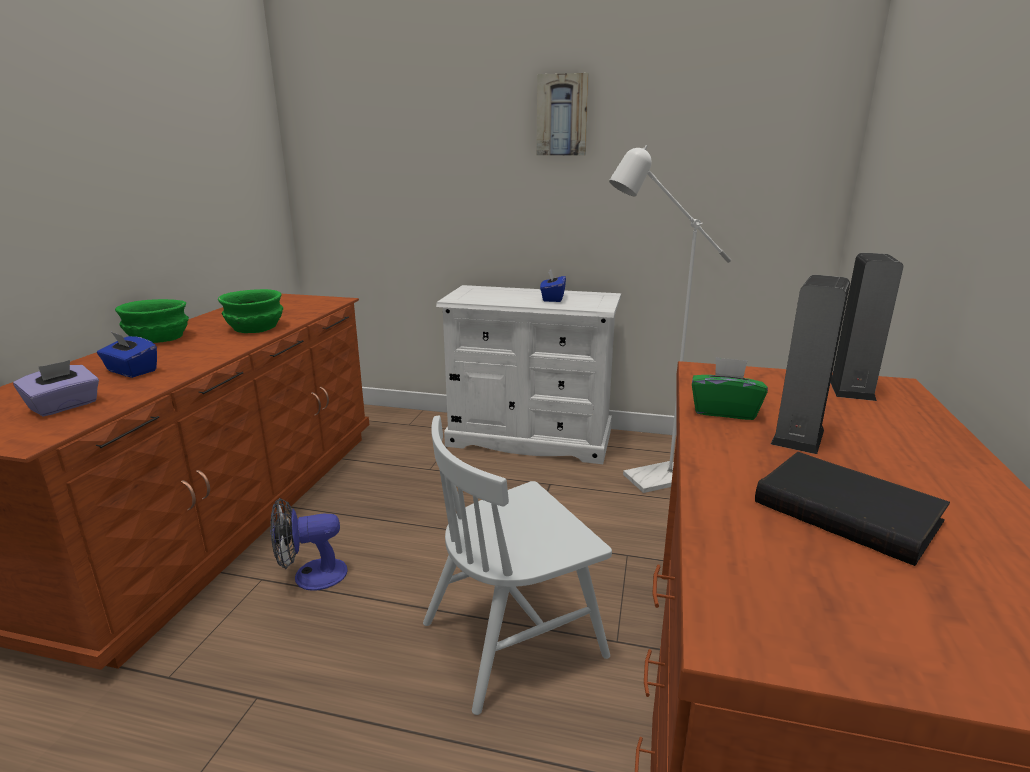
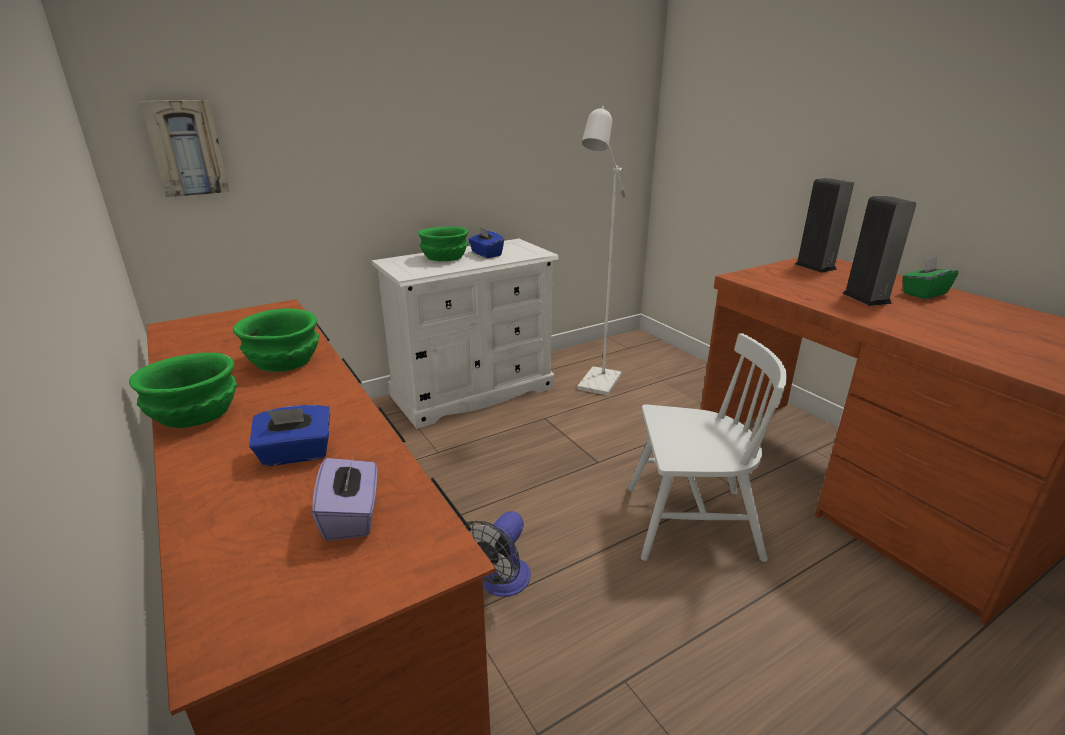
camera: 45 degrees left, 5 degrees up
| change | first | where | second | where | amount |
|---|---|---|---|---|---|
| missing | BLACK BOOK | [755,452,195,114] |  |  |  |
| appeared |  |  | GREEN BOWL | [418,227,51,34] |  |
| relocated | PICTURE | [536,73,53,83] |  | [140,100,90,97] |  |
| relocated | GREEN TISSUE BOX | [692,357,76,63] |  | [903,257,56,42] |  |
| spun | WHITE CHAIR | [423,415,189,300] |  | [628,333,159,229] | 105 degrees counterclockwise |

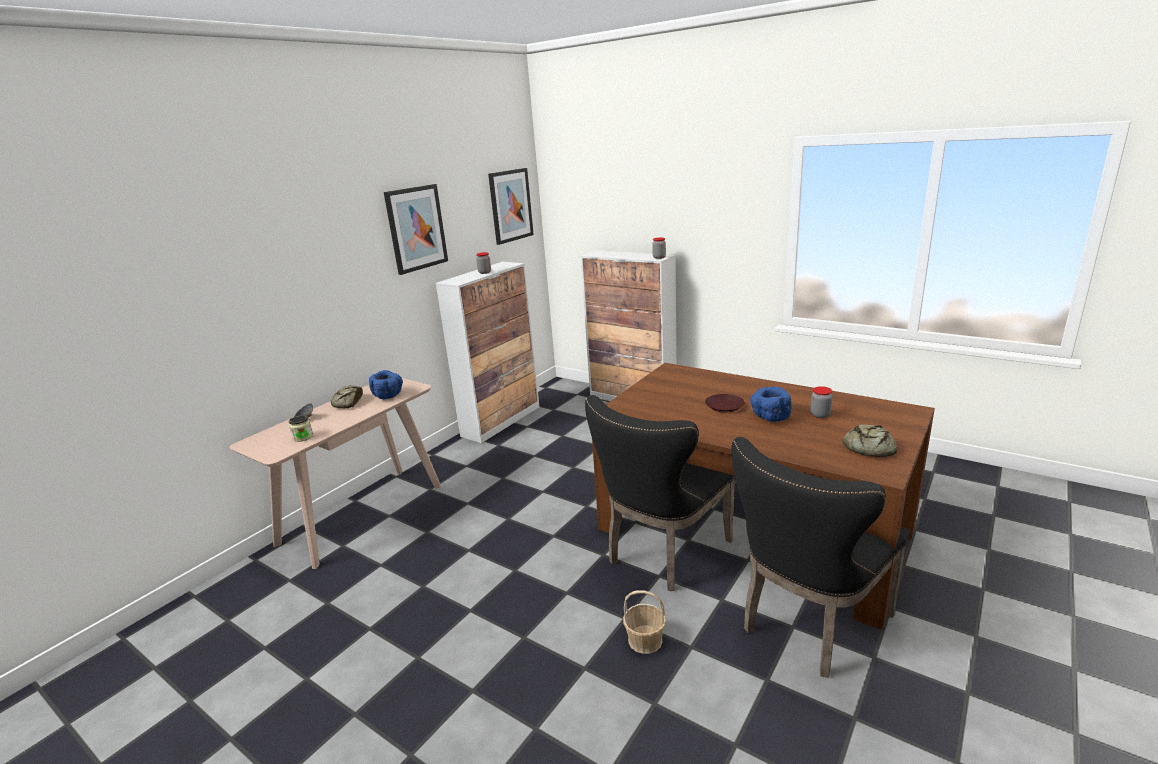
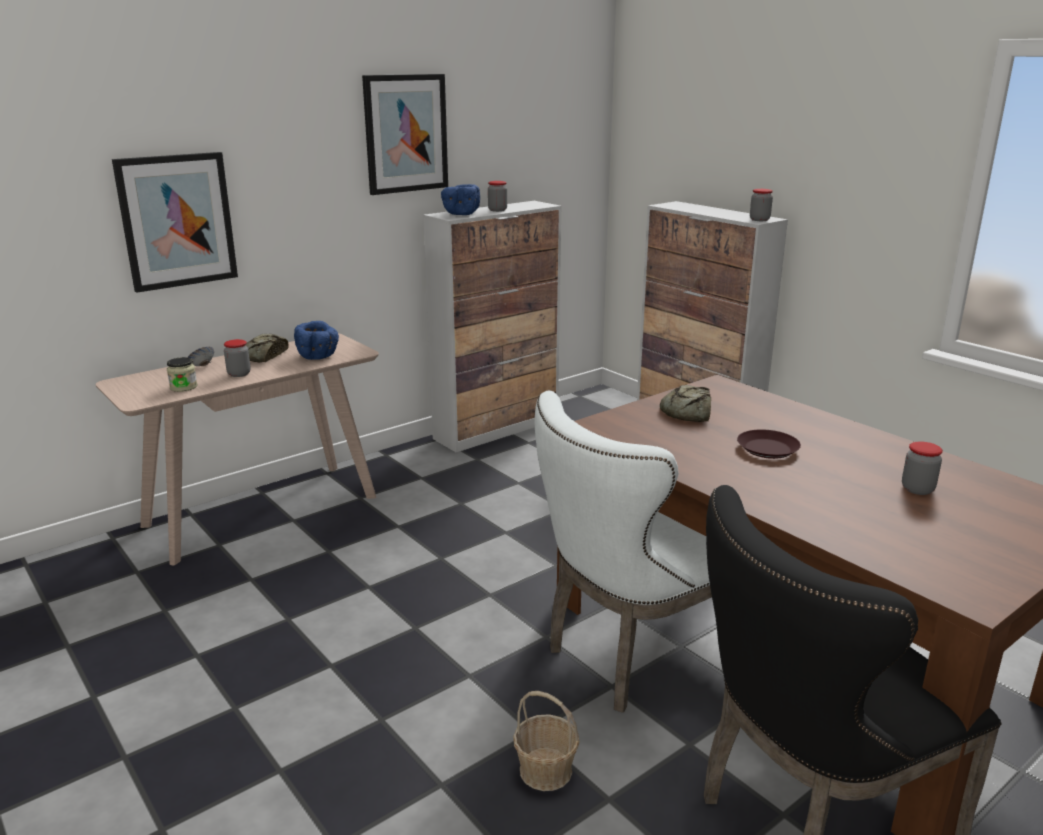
camera: 15 degrees right, 0 degrees up
| change | first | where | second | where | amount |
|---|---|---|---|---|---|
| appeared |  |  | JAR | [224,339,27,38] |  |
| relocated | PICTURE | [488,168,46,77] |  | [112,152,126,141] |  |
| relocated | BLUE BOWL | [750,387,42,35] |  | [441,184,39,31] |  |
| relocated | BREAD | [843,424,54,33] |  | [660,385,51,37] |  |
| colour | BLACK CHAIR | [585,395,150,196] | WHITE CHAIR | [535,390,177,323] |  |

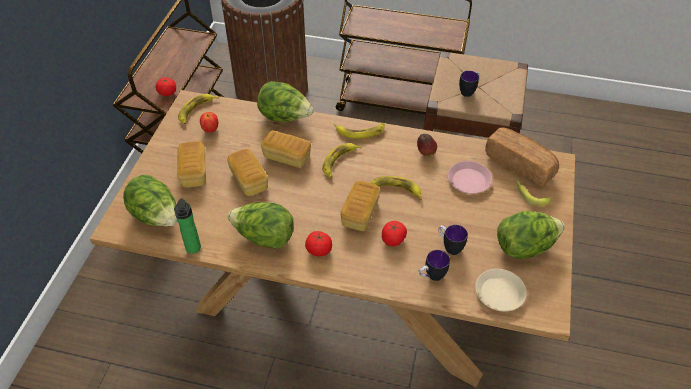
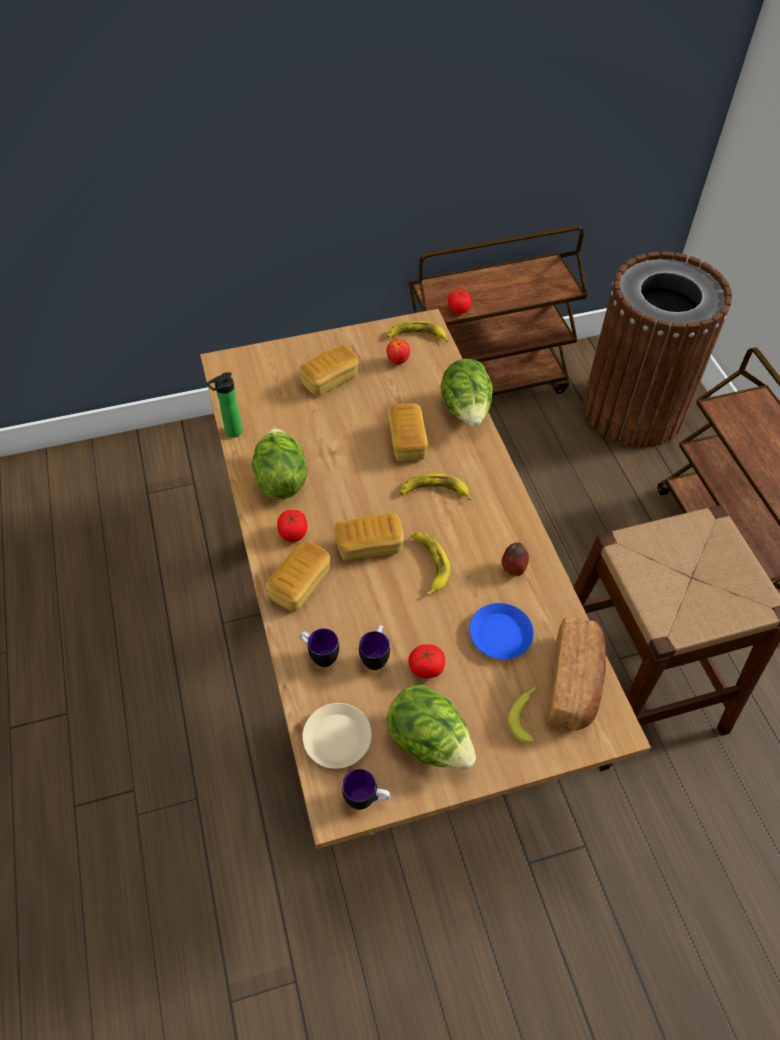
camera: 60 degrees right, 5 degrees up
| change | first | where | second | where | amount |
|---|---|---|---|---|---|
| missing | LETTUCE | [123,175,54,51] |  |  |  |
| missing | BANANA | [334,123,51,16] |  |  |  |
| relocated | BREAD | [227,149,41,47] |  | [266,541,64,70] |  |
| relocated | TOMATO | [382,221,25,25] |  | [408,644,37,34] |  |
| relocated | MUG | [459,71,20,26] |  | [342,769,48,41] |  |
| colour | PINK PLATE | [448,161,44,33] | BLUE PLATE | [469,603,65,56] |  |

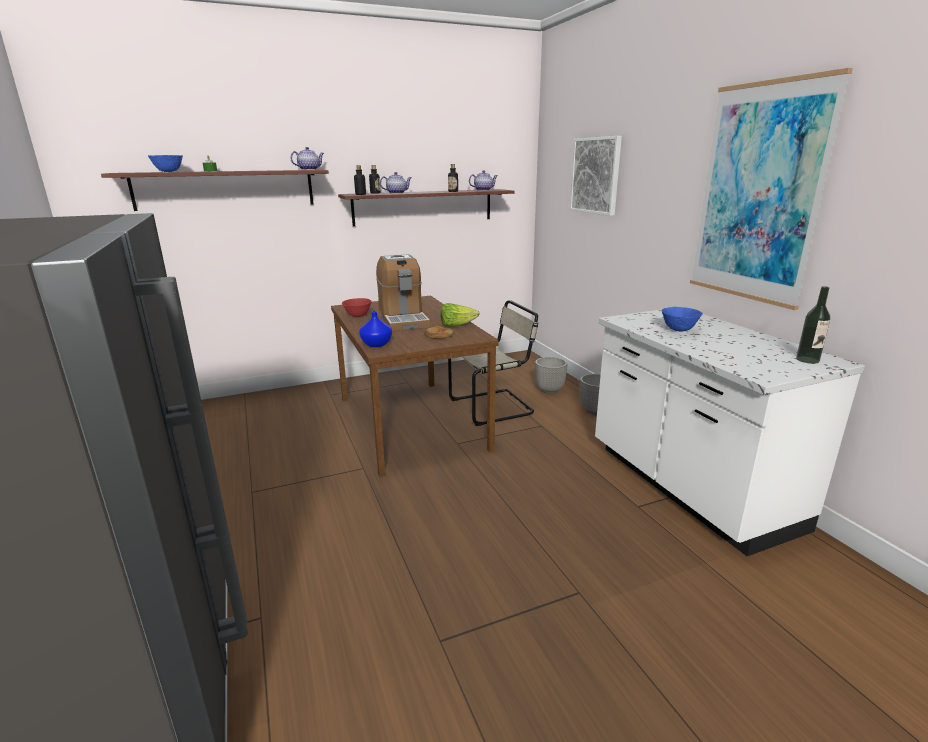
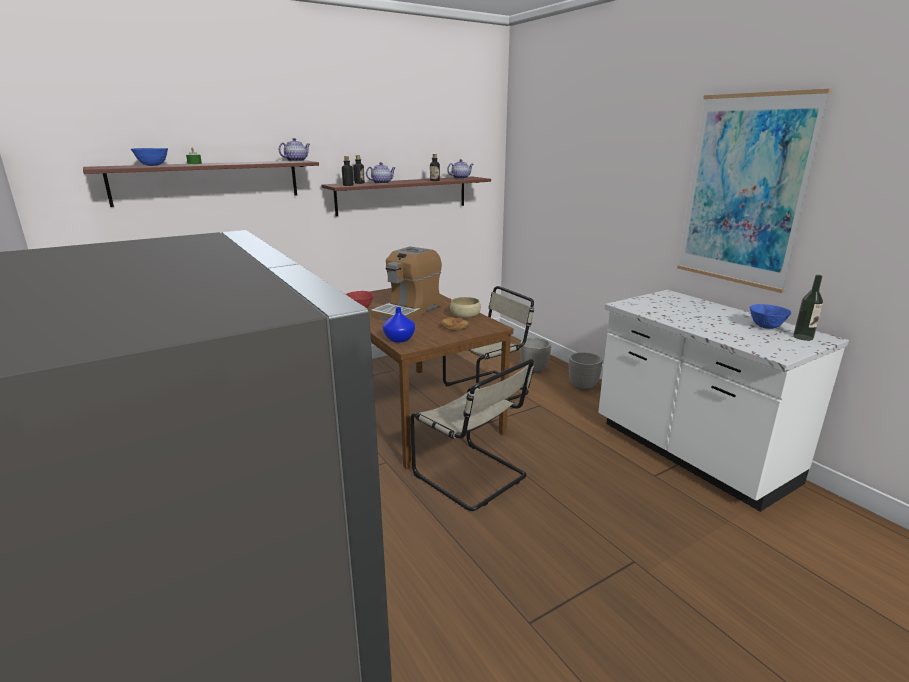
camera: 10 degrees left, 0 degrees up
| change | first | where | second | where | amount |
|---|---|---|---|---|---|
| missing | PICTURE | [570,136,52,80] |  |  |  |
| appeared |  |  | BEIGE CHAIR | [410,359,124,152] |  |
| relocated | BLUE BOWL | [661,307,42,24] |  | [749,304,43,25] |  |
| exchanged | LETTUCE | [441,303,39,24] | BEIGE BOWL | [450,297,31,21] |  |
| spun | COFFEE MACHINE | [376,254,54,77] |  | [371,246,71,74] | 60 degrees clockwise |

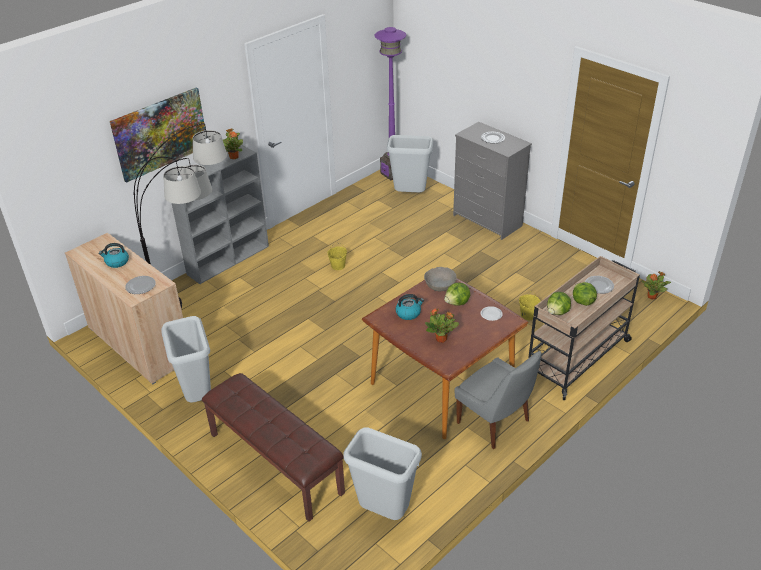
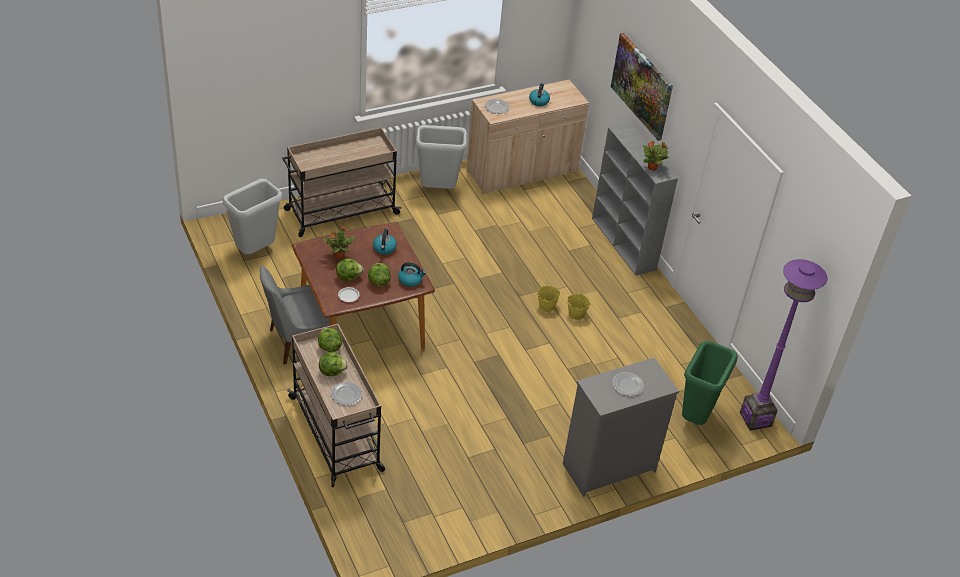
camera: 105 degrees right, 5 degrees up
| change | first | where | second | where | amount |
|---|---|---|---|---|---|
| missing | FLOOR LAMP | [133,123,94,185] |  |  |  |
| missing | POTTED PLANT | [641,271,30,29] |  |  |  |
| appeared |  |  | LETTUCE | [336,258,28,23] |  |
| relocated | YELLOW BUCKET | [519,291,22,29] |  | [537,283,24,29] |  |
| exchanged | BROWN BENCH | [202,373,143,149] | BEIGE CART | [282,127,119,110] |  |
| exchanged | GREY BOWL | [424,267,33,24] | KETTLE | [398,262,28,25] |  |
| colour | GREY TRASH CAN | [387,135,47,57] | GREEN TRASH CAN | [682,340,56,85] |  |

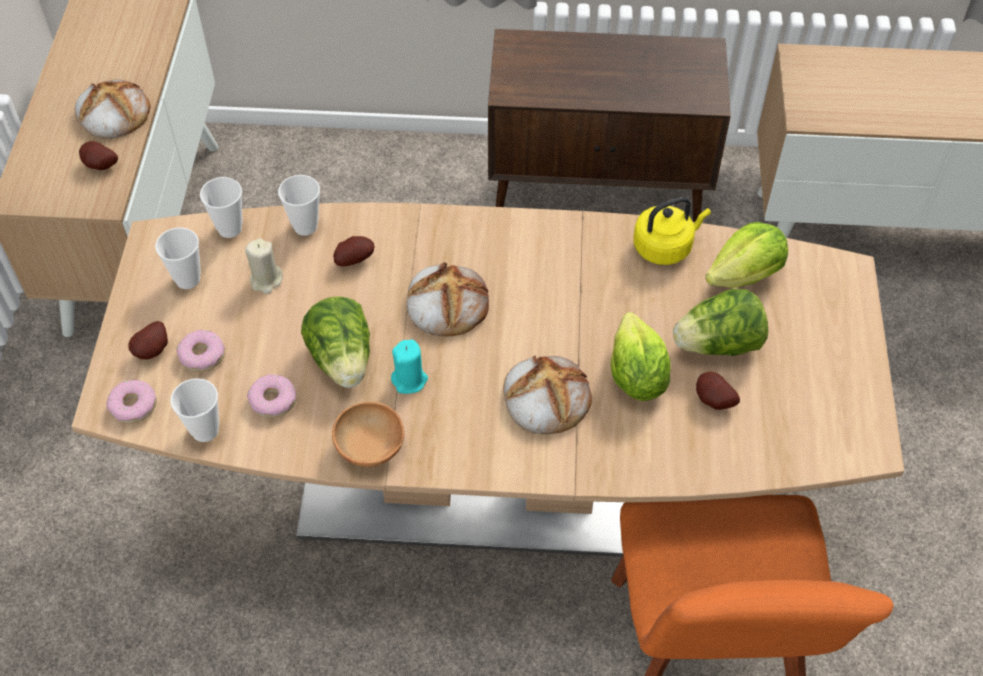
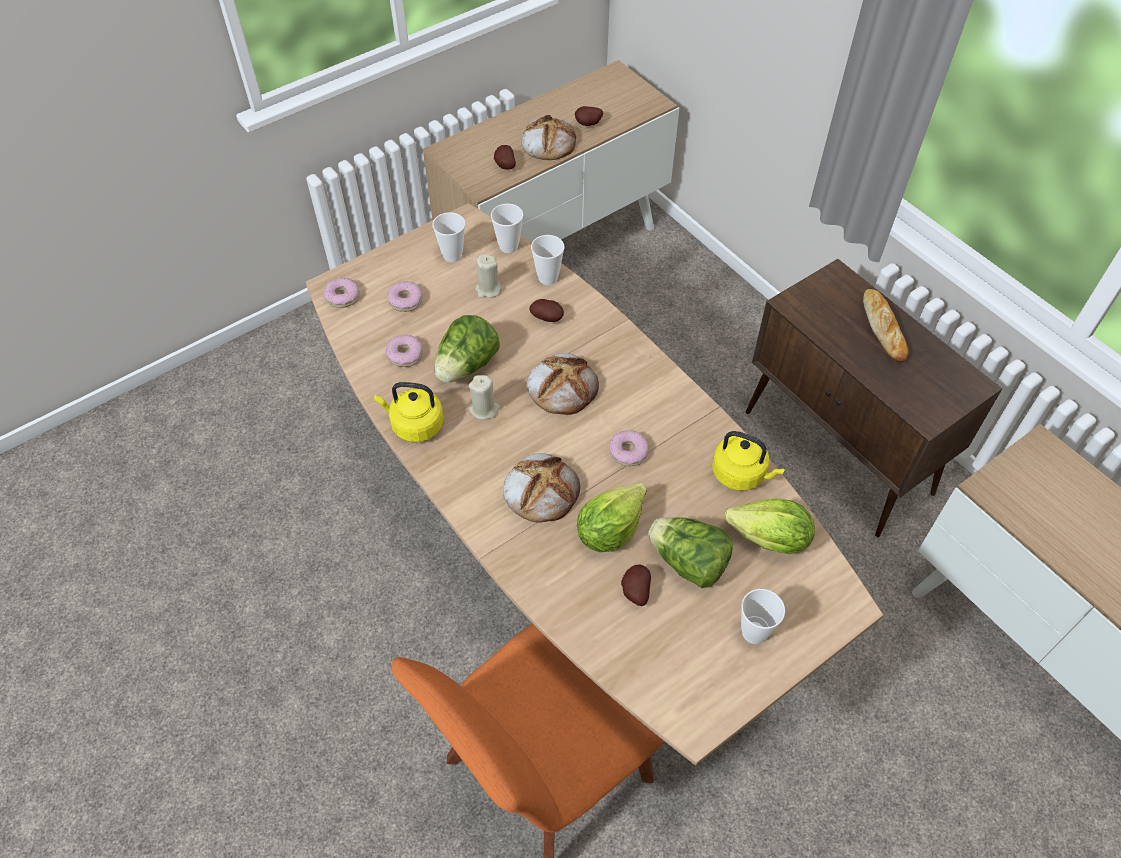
camera: 50 degrees right, 0 degrees up
| change | first | where | second | where | amount |
|---|---|---|---|---|---|
| appeared |  |  | DONUT | [609,430,39,36] |  |
| appeared |  |  | BREAD | [863,289,46,73] |  |
| relocated | POTATO | [128,321,40,39] |  | [575,106,28,20] |  |
| relocated | CUP | [170,378,49,64] |  | [741,589,44,55] |  |
| exchanged | BROWN BOWL | [332,402,72,65] | YELLOW KETTLE | [374,382,70,60] |  |
| colour | TURQUOISE CANDLE | [391,339,37,55] | BEIGE CANDLE | [469,375,31,45] |  |

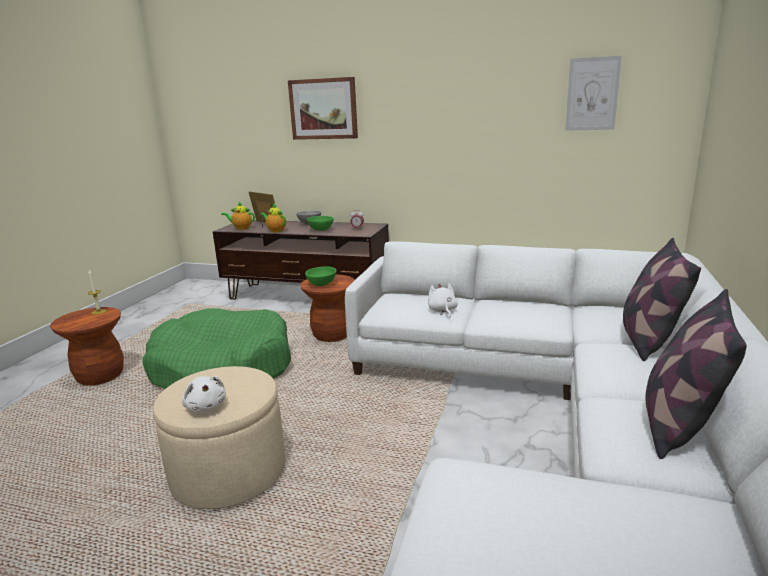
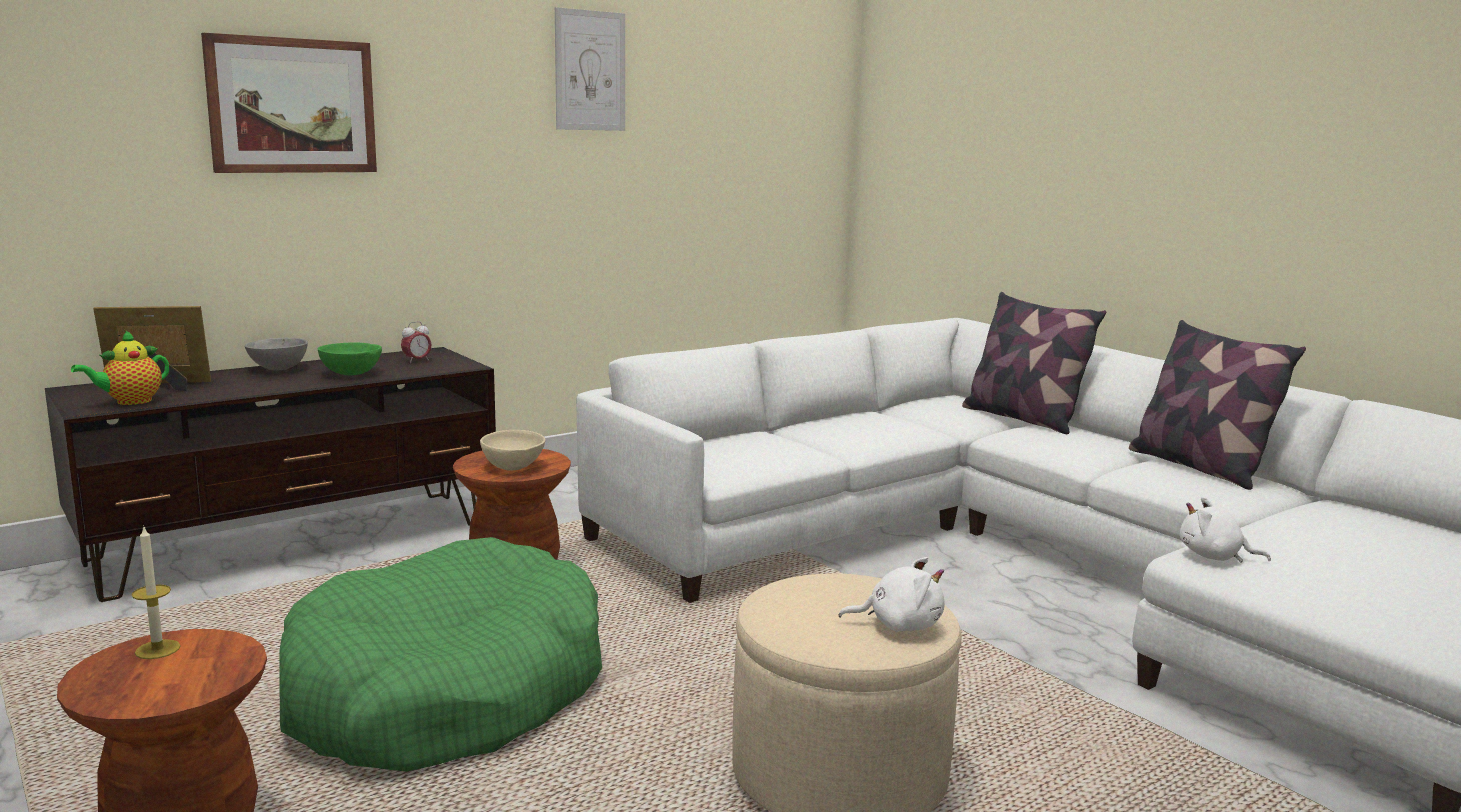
camera: 55 degrees left, 5 degrees down
| change | first | where | second | where | amount |
|---|---|---|---|---|---|
| missing | TEAPOT | [260,204,26,29] |  |  |  |
| relocated | WHITE PLUSH TOY | [428,284,30,34] |  | [1180,497,91,66] |  |
| relocated | PICTURE | [565,56,57,75] |  | [555,7,70,124] |  |
| colour | GREEN BOWL | [305,266,32,20] | BEIGE BOWL | [480,430,65,41] |  |

